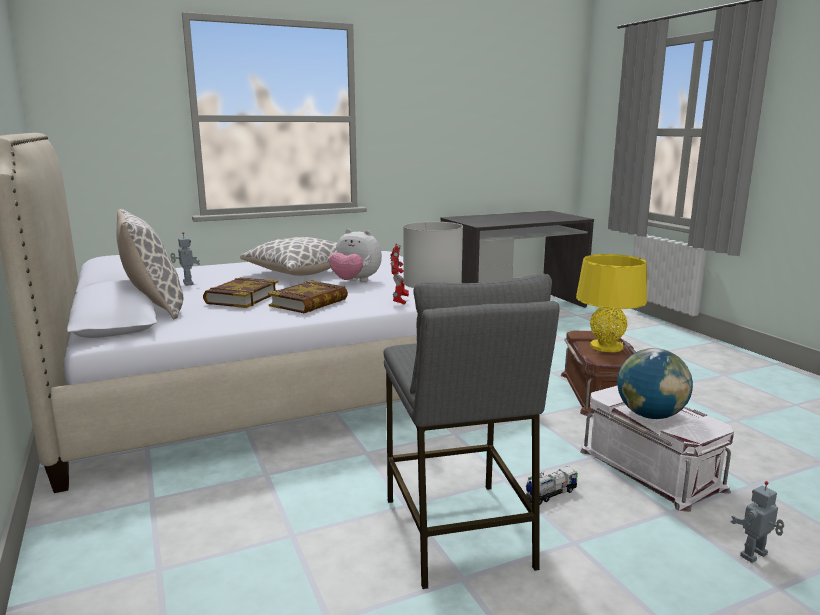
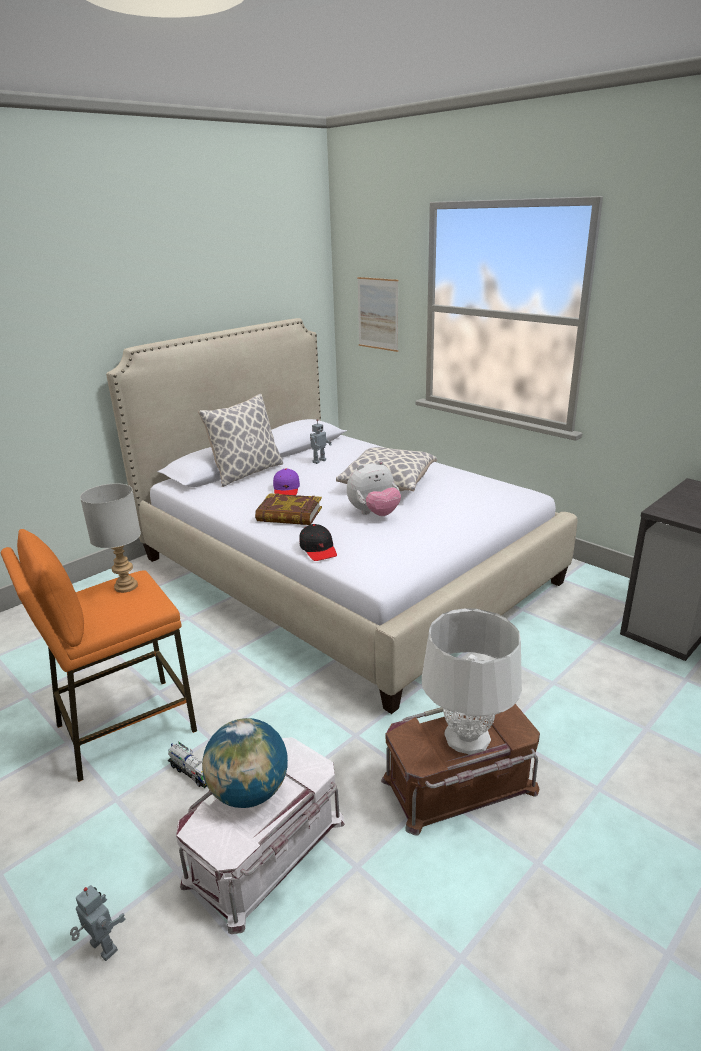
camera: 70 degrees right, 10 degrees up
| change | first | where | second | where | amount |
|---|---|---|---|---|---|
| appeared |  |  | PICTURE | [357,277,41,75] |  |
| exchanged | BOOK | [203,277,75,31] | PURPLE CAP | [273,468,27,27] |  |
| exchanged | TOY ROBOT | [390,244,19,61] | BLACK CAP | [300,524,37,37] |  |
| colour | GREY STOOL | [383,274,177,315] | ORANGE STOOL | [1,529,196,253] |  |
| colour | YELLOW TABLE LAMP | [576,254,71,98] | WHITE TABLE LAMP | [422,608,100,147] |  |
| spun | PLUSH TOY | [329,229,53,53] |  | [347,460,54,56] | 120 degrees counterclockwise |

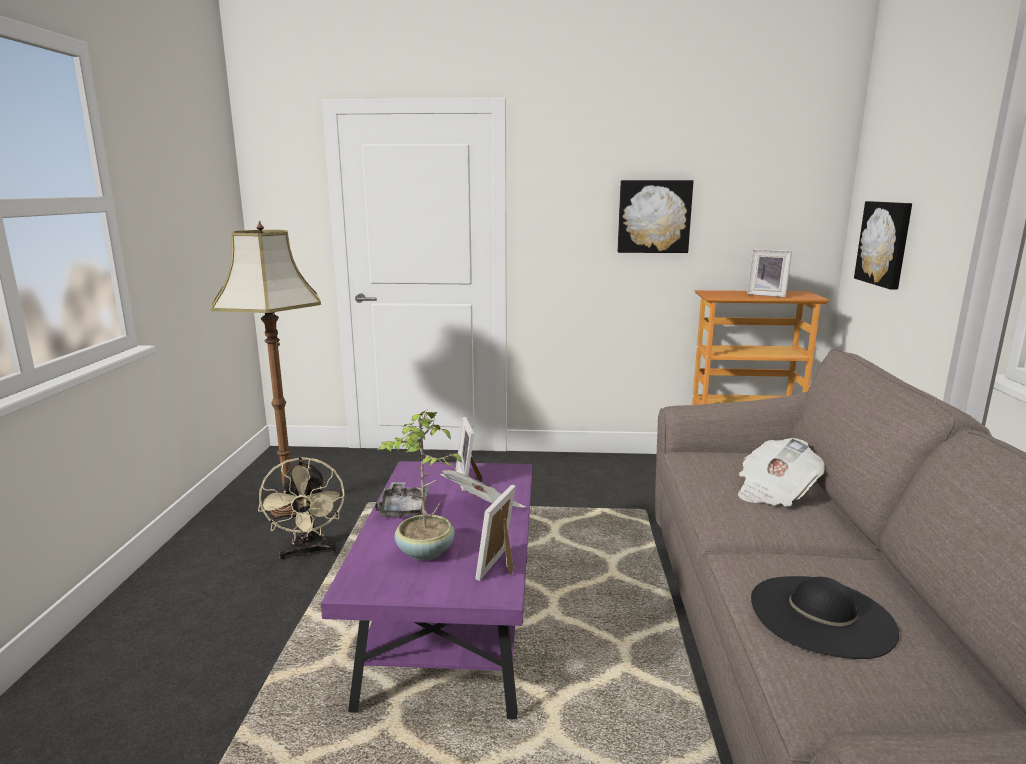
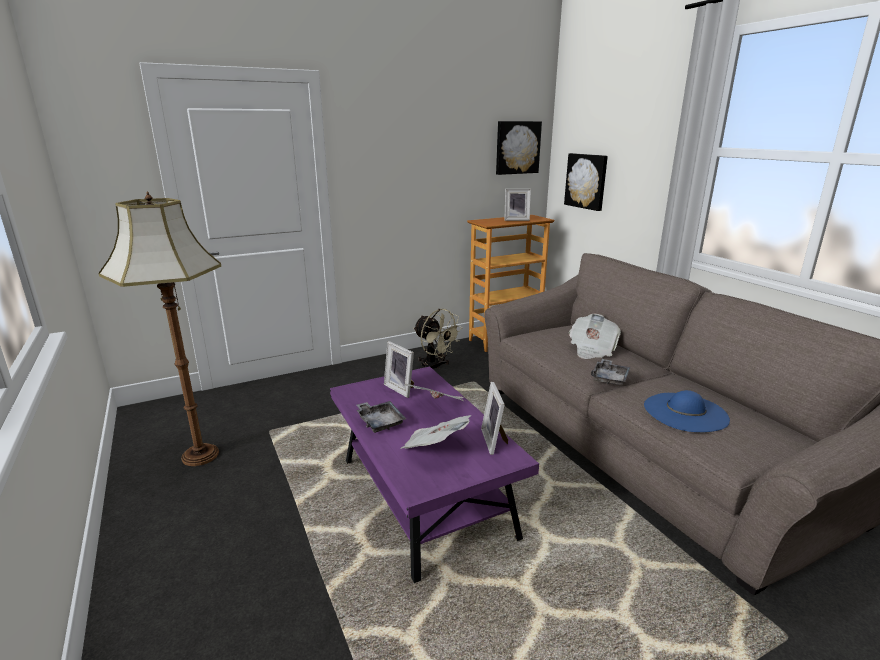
camera: 30 degrees left, 5 degrees up
| change | first | where | second | where | amount |
|---|---|---|---|---|---|
| appeared |  |  | GREY TRAY | [591,359,39,26] |  |
| relocated | BEIGE FAN | [258,457,87,102] |  | [413,309,49,60] |  |
| relocated | PICTURE | [617,180,77,73] |  | [496,121,46,54] |  |
| exchanged | POTTED PLANT | [378,409,85,152] | NEWSPAPER | [400,415,72,34] |  |
| colour | BLACK HAT | [751,576,148,83] | BLUE HAT | [644,390,86,42] |  |

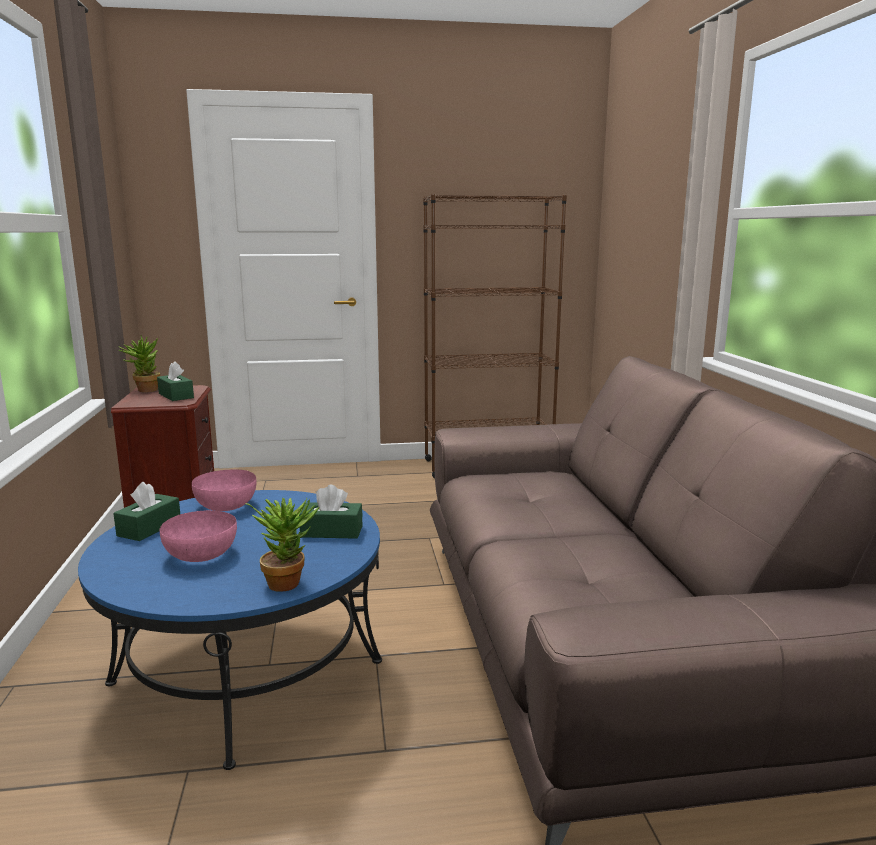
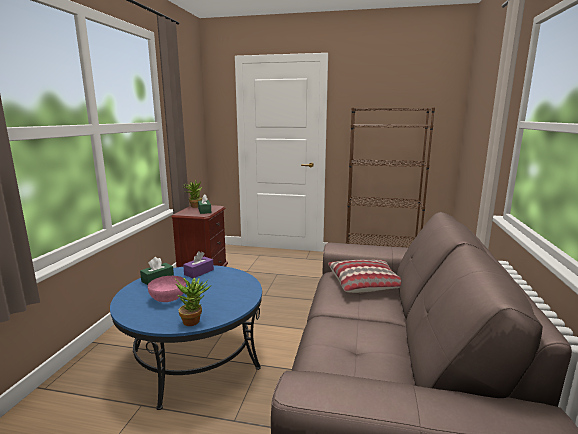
camera: 20 degrees right, 0 degrees up
| change | first | where | second | where | amount |
|---|---|---|---|---|---|
| missing | GREEN TISSUE BOX | [299,485,64,54] |  |  |  |
| appeared |  |  | PILLOW | [328,260,73,33] |  |
| exchanged | PINK BOWL | [192,469,65,42] | PURPLE TISSUE BOX | [183,251,31,27] |  |

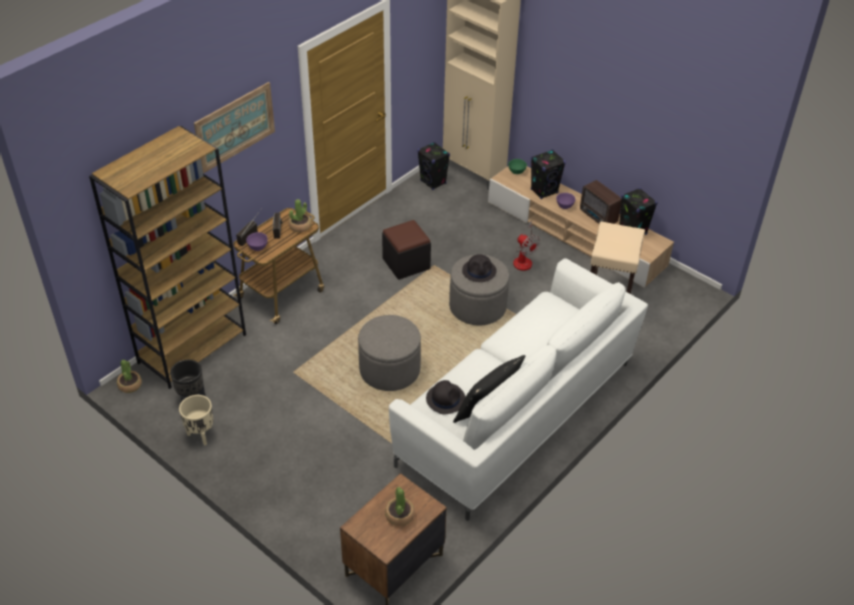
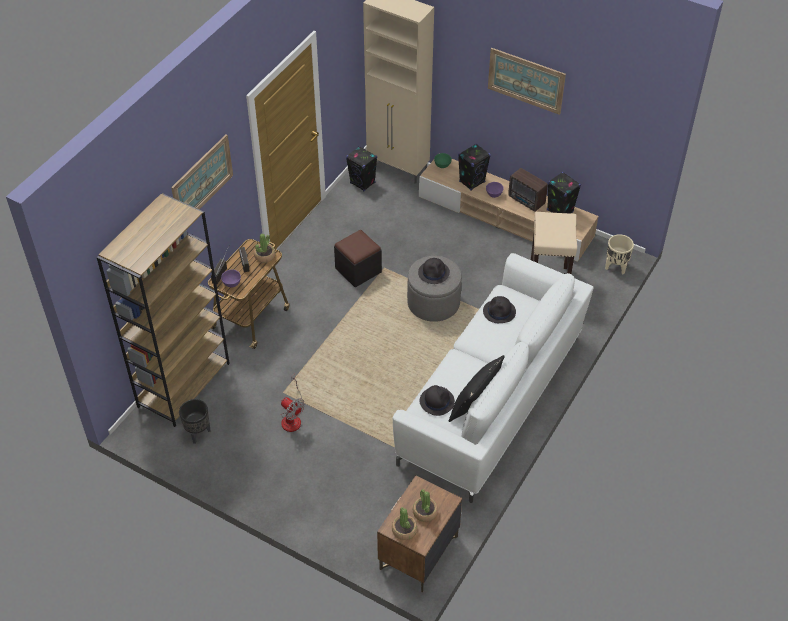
camera: 10 degrees left, 5 degrees up
| change | first | where | second | where | amount |
|---|---|---|---|---|---|
| missing | GREY OTTOMAN | [358,315,63,76] |  |  |  |
| appeared |  |  | BLACK HAT | [483,296,33,27] |  |
| appeared |  |  | PICTURE | [488,48,78,67] |  |
| relocated | POTTED PLANT | [117,359,25,34] |  | [392,507,25,33] |  |
| relocated | BEIGE PLANTER | [179,395,34,51] |  | [605,234,29,40] |  |
| relocated | FAN | [513,221,27,50] |  | [281,374,24,58] |  |

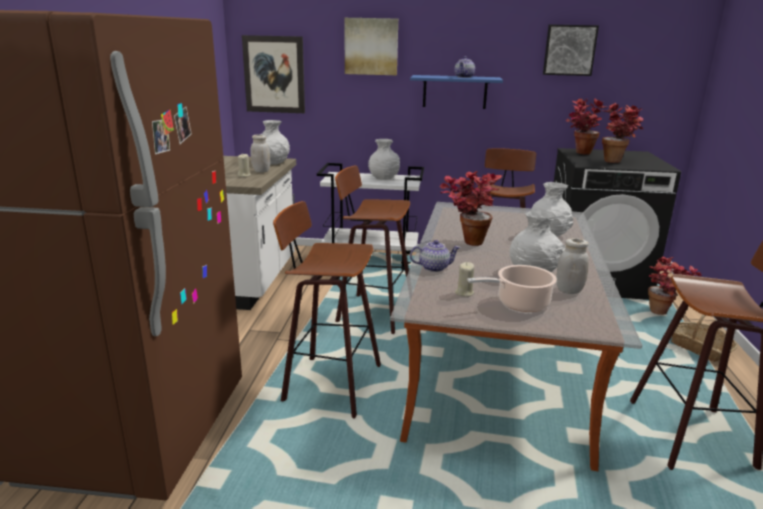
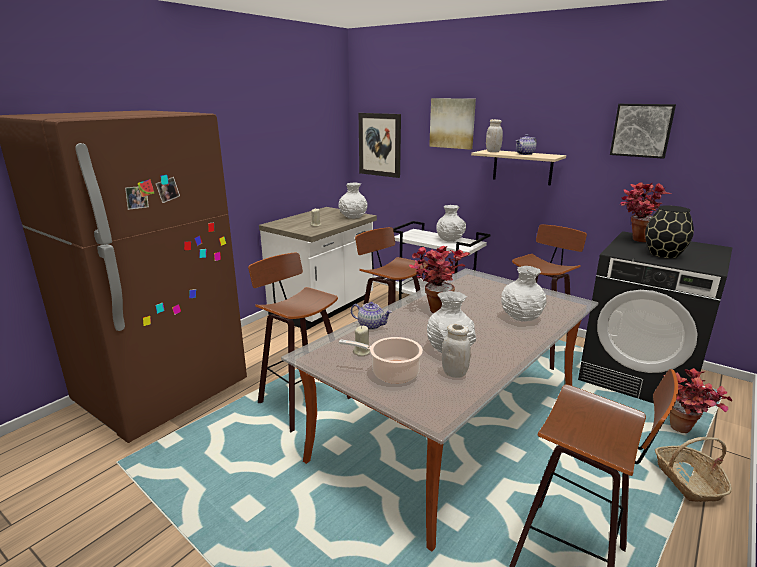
camera: 30 degrees right, 0 degrees up
| change | first | where | second | where | amount |
|---|---|---|---|---|---|
| relocated | WHITE JAR | [250,134,20,39] |  | [486,119,17,33] |  |
| exchanged | POTTED PLANT | [602,103,41,60] | BLACK VASE | [645,205,49,53] |  |
| colour | BLUE SHELF | [410,75,93,34] | BEIGE SHELF | [471,150,95,35] |  |

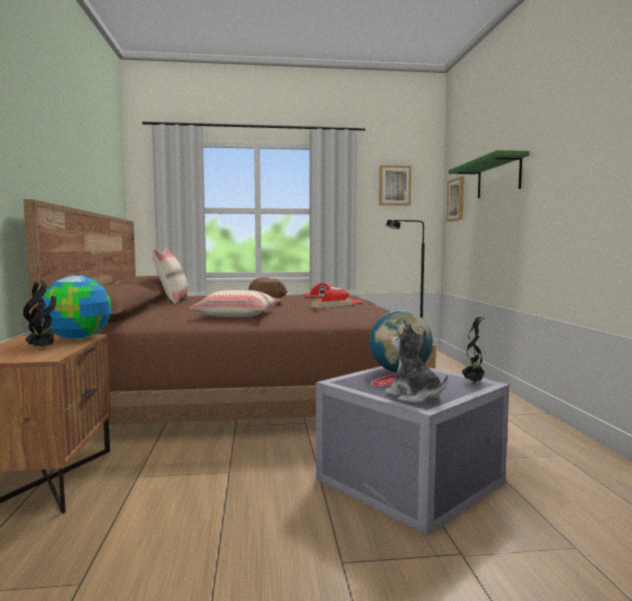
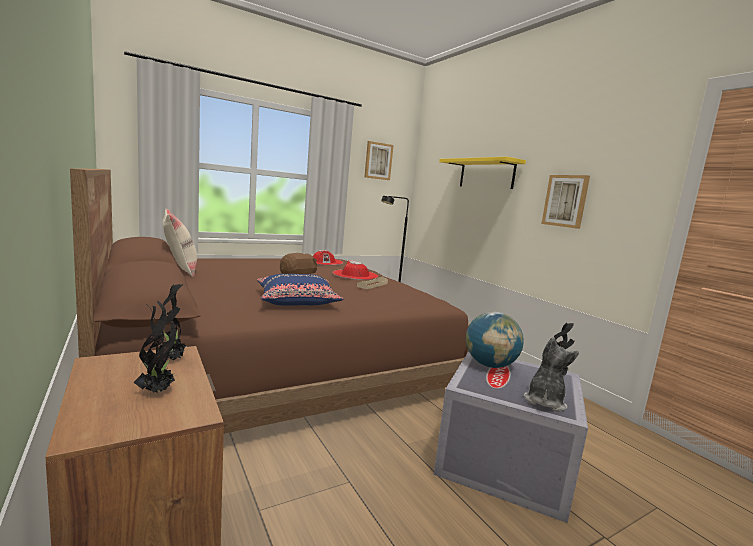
camera: 25 degrees left, 5 degrees up
| change | first | where | second | where | amount |
|---|---|---|---|---|---|
| relocated | PICTURE | [447,177,17,45] |  | [541,175,49,54] |  |
| exchanged | GLOBE | [41,276,70,64] | POTTED PLANT | [158,284,31,76] |  |
| colour | BEIGE PILLOW | [189,290,91,27] | BLUE PILLOW | [257,274,87,31] |  |
| colour | GREEN SHELF | [449,150,80,48] | YELLOW SHELF | [439,157,87,32] |  |
| spun | PLUSH TOY | [385,322,63,81] |  | [524,337,55,74] | 90 degrees clockwise |

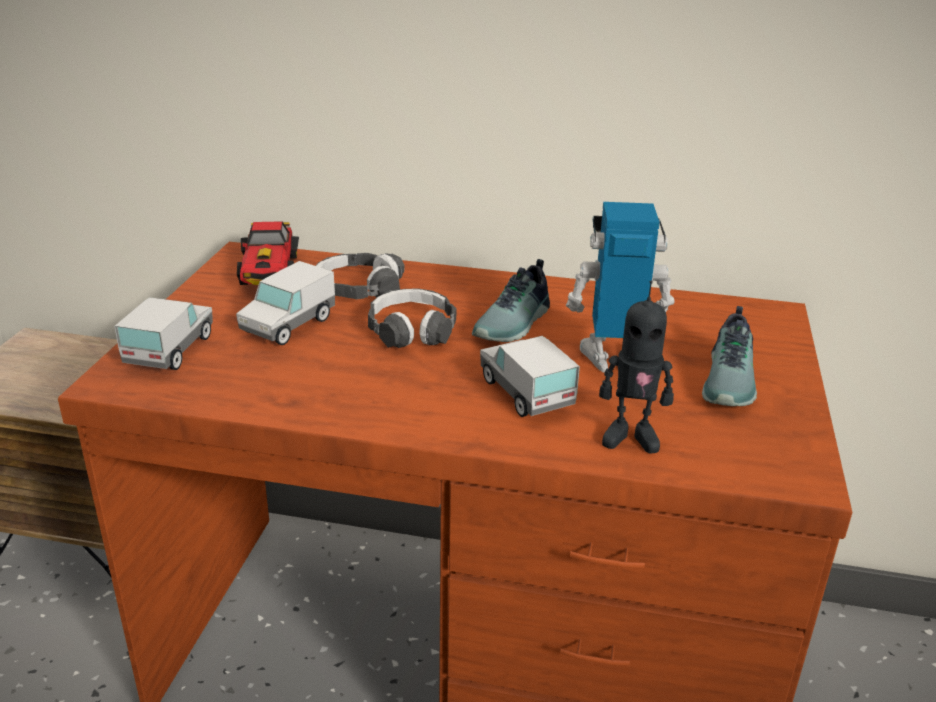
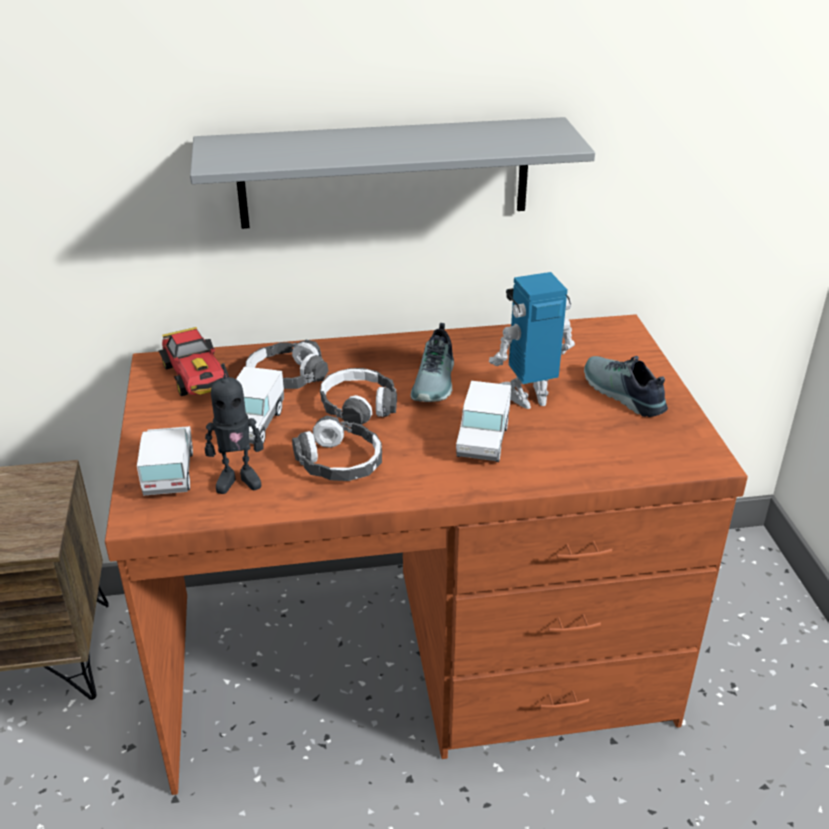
camera: 20 degrees left, 5 degrees up
| change | first | where | second | where | amount |
|---|---|---|---|---|---|
| appeared |  |  | GREY SHELF | [190,117,405,112] |  |
| appeared |  |  | HEADPHONES | [292,415,90,66] |  |
| relocated | TOY ROBOT | [599,281,75,173] |  | [205,363,59,131] |  |
| spun | TOY TRUCK | [480,336,100,81] |  | [456,381,55,81] | 120 degrees counterclockwise |
| spun | SHOE | [702,306,55,100] |  | [584,356,84,61] | 150 degrees clockwise |

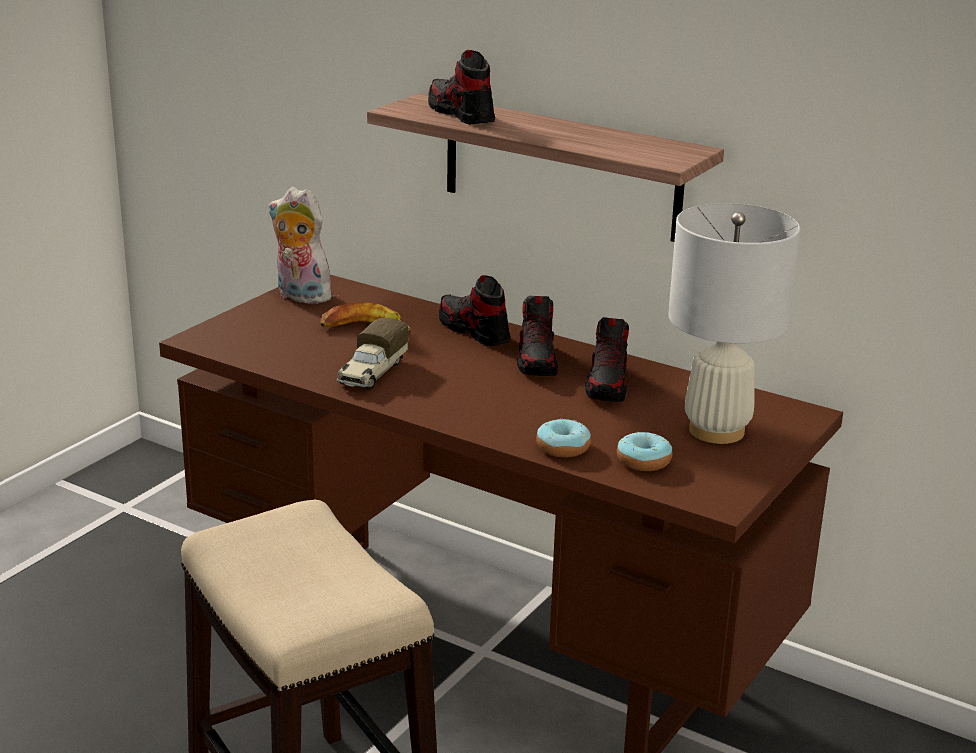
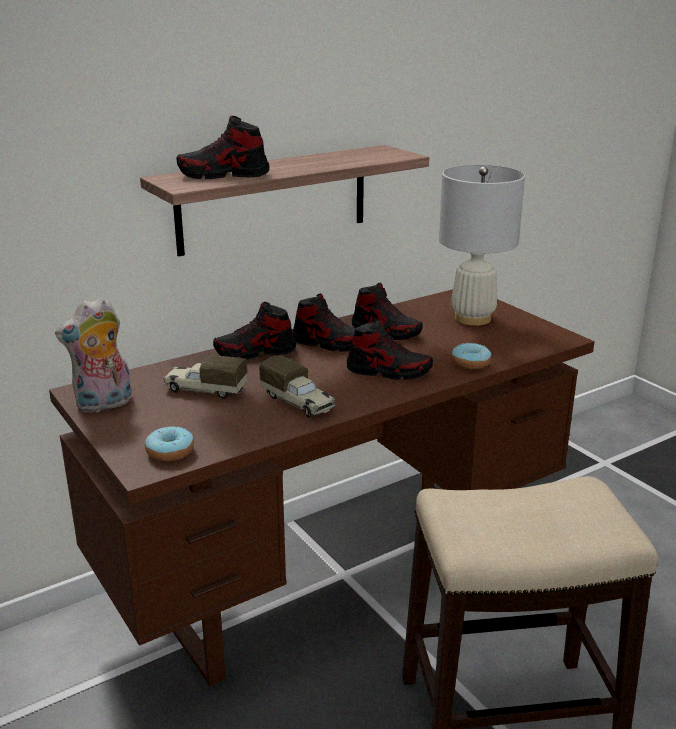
camera: 65 degrees left, 0 degrees up
| change | first | where | second | where | amount |
|---|---|---|---|---|---|
| appeared |  |  | SHOE | [347,319,86,61] |  |
| relocated | DONUT | [617,432,55,39] |  | [145,426,49,36] |  |
| exchanged | BANANA | [320,302,91,28] | TOY TRUCK | [163,355,85,44] |  |

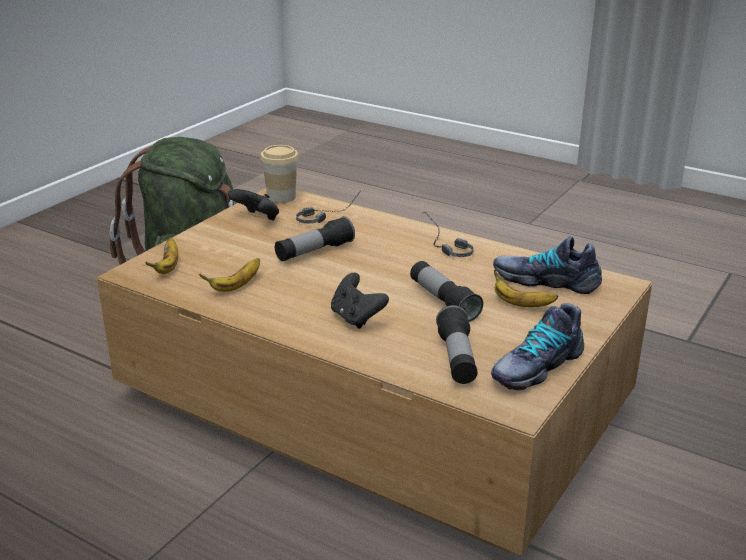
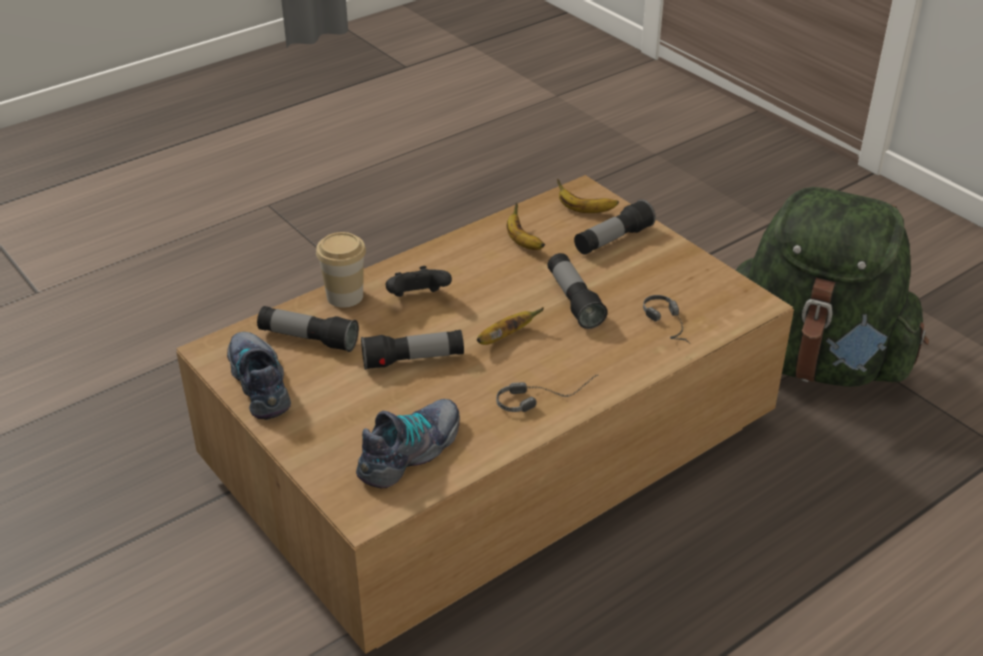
camera: 110 degrees right, 10 degrees up
| change | first | where | second | where | amount |
|---|---|---|---|---|---|
| missing | BLACK GAME CONTROLLER | [228,189,51,31] |  |  |  |
| appeared |  |  | FLASHLIGHT | [574,199,82,56] |  |
| relocated | CUP | [260,145,39,58] |  | [316,232,50,76] |  |
| relocated | BANANA | [494,270,64,37] |  | [477,307,67,38] |  |

